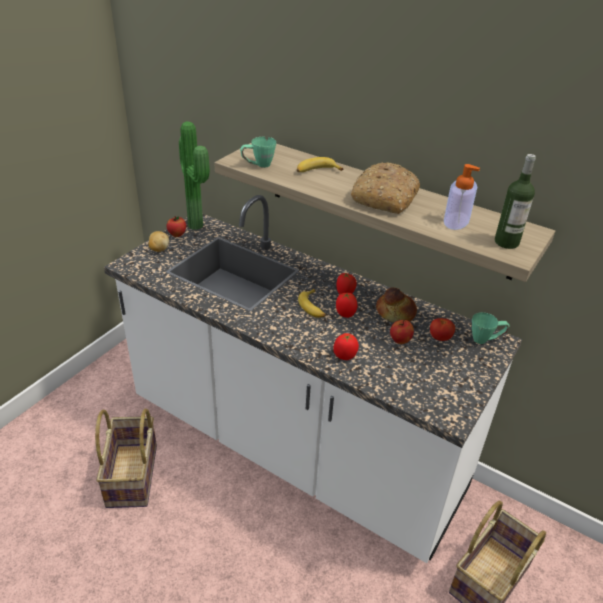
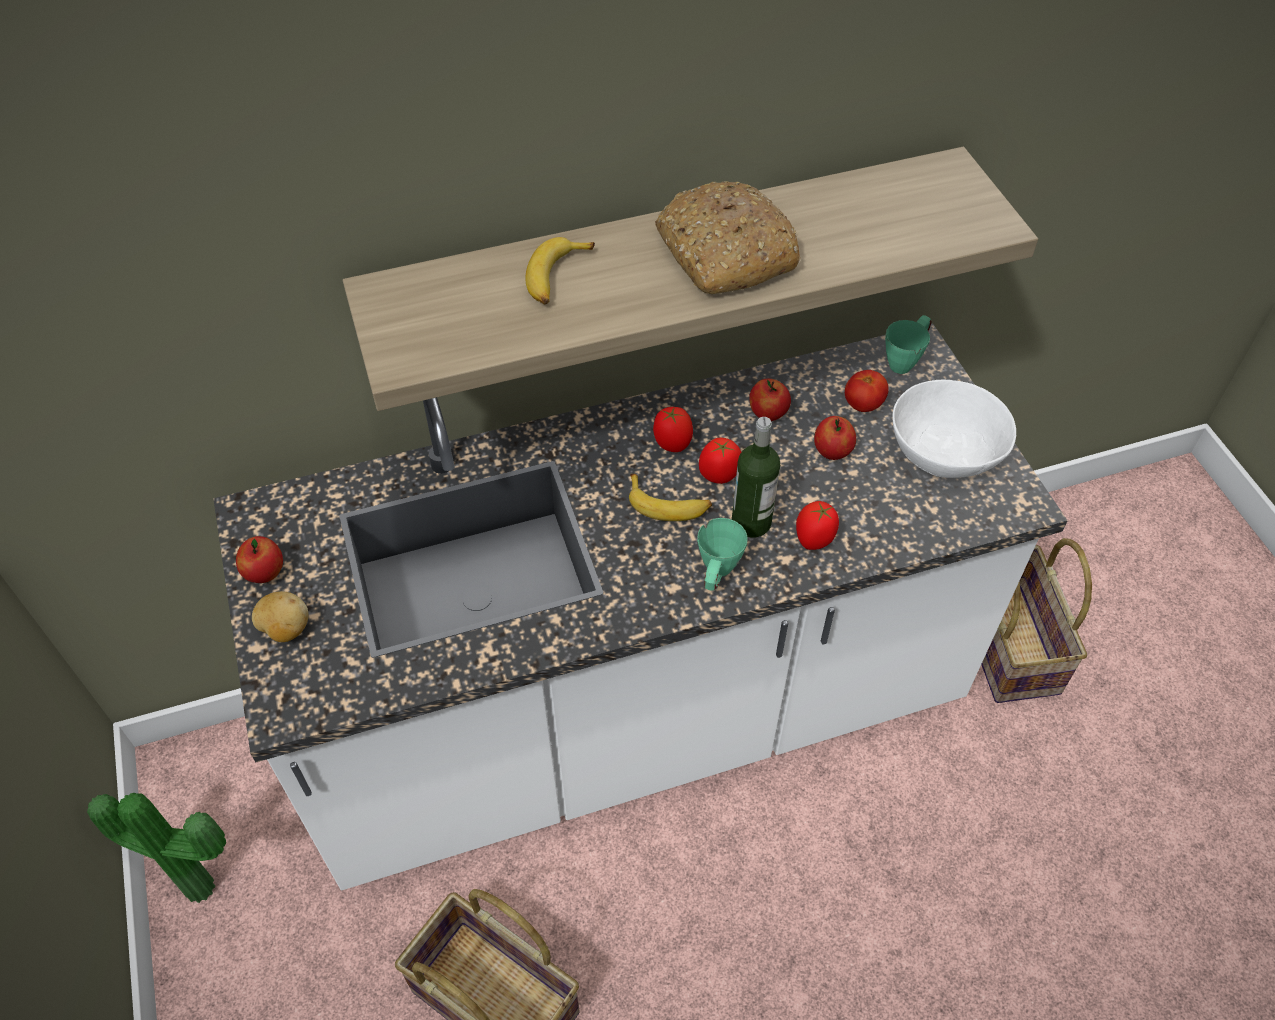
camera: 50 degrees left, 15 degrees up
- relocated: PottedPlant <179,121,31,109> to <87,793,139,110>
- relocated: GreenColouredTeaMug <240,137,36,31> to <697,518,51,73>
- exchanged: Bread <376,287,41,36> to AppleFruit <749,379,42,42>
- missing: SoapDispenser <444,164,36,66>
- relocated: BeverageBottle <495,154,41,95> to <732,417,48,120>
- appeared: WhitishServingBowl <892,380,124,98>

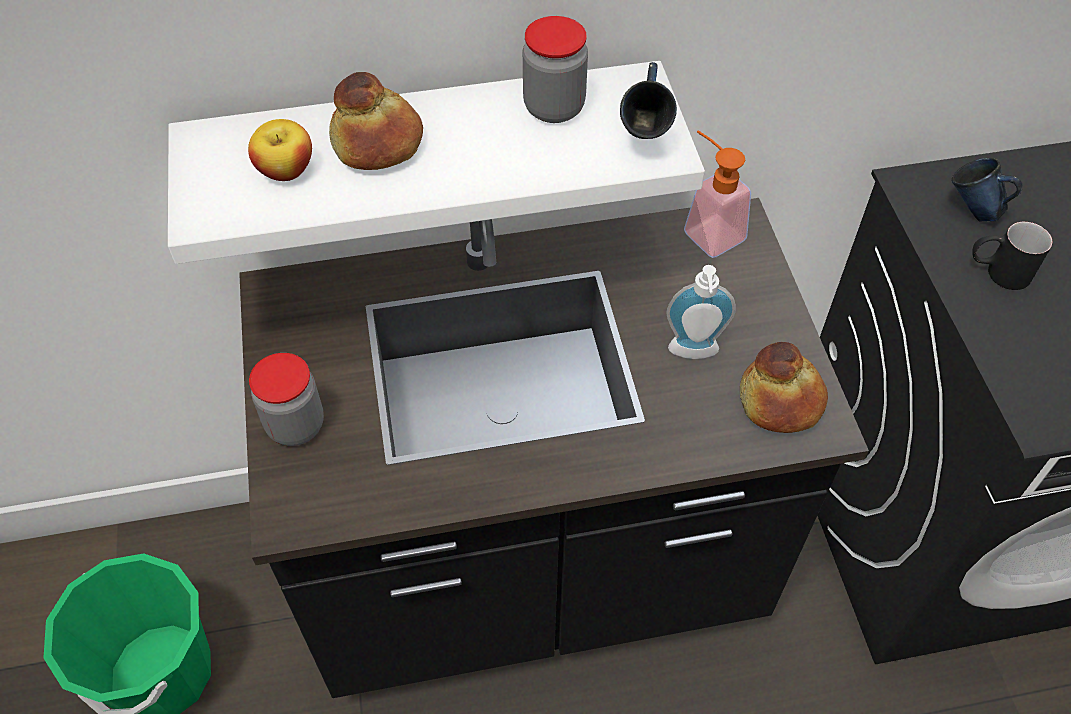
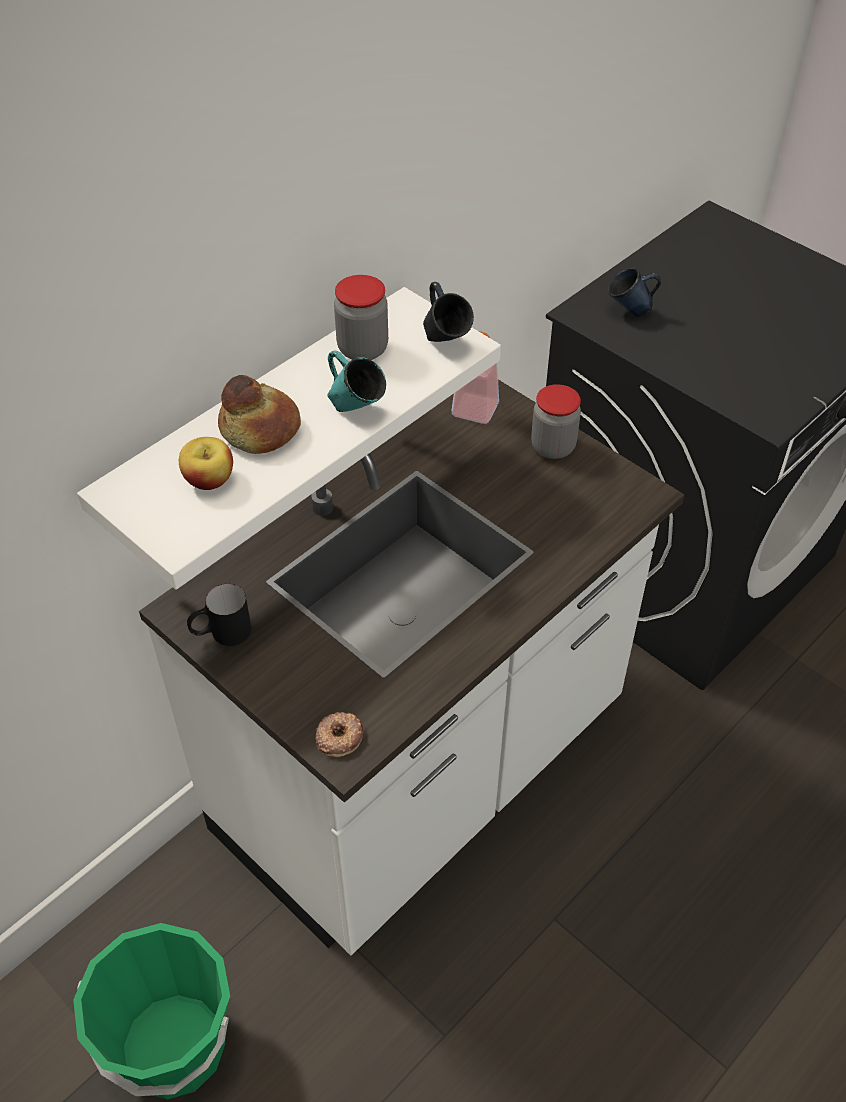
camera: 35 degrees left, 5 degrees down
- colour: BlackColouredKitchenBaseUnit <239,198,630,500> to WhitishKitchenBaseUnit <139,379,545,576>
- relocated: PreserveJar <249,353,75,93> to <531,384,50,75>
- missing: SoapDispenser <666,265,70,94>
- missing: Bread <740,342,88,91>
- relocated: BlackColouredTeaMug <972,221,81,69> to <187,584,64,62>
- appeared: RingDoughnut <315,712,48,45>
- appeared: BlueGreenTeaMug <327,351,59,61>

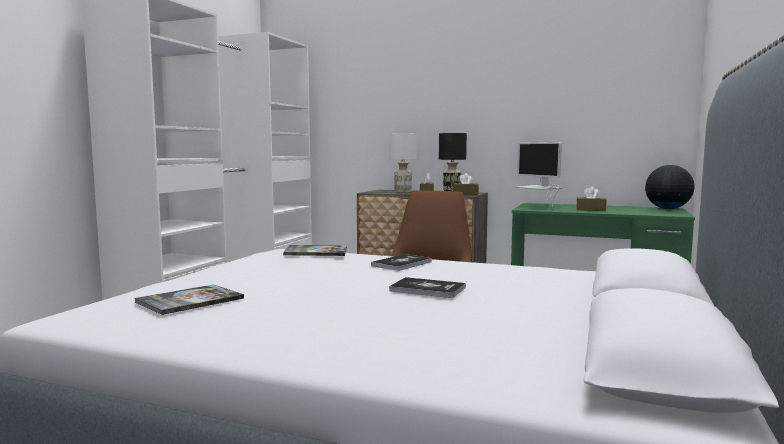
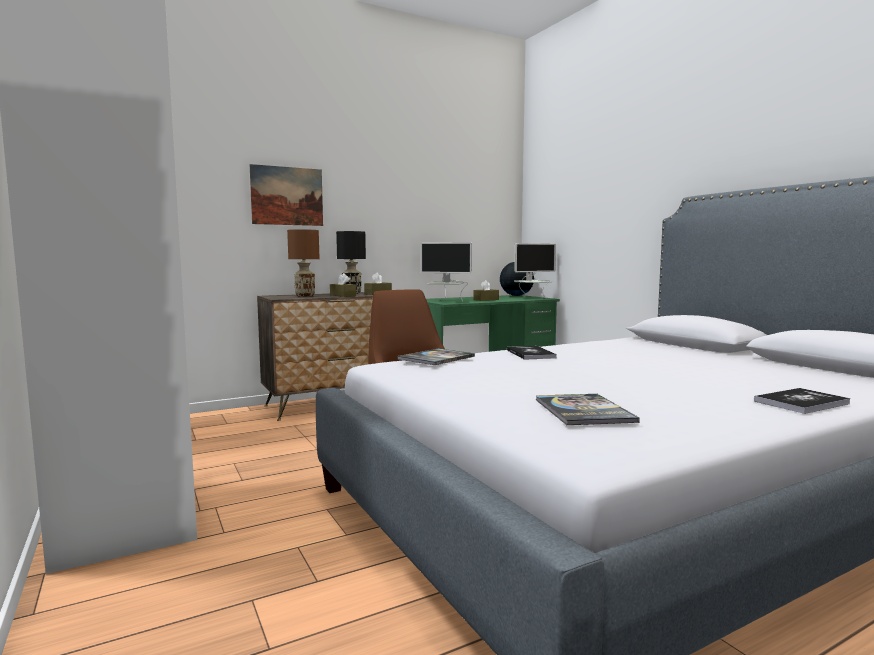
camera: 50 degrees left, 0 degrees up
- relocated: Volume <389,277,77,21> to <754,388,96,26>
- colour: WhitishTabletopLamp <390,133,27,59> to BrownishTabletopLamp <287,229,32,67>
- appeared: Picture <250,164,73,62>
- appeared: Monitor <514,243,42,55>

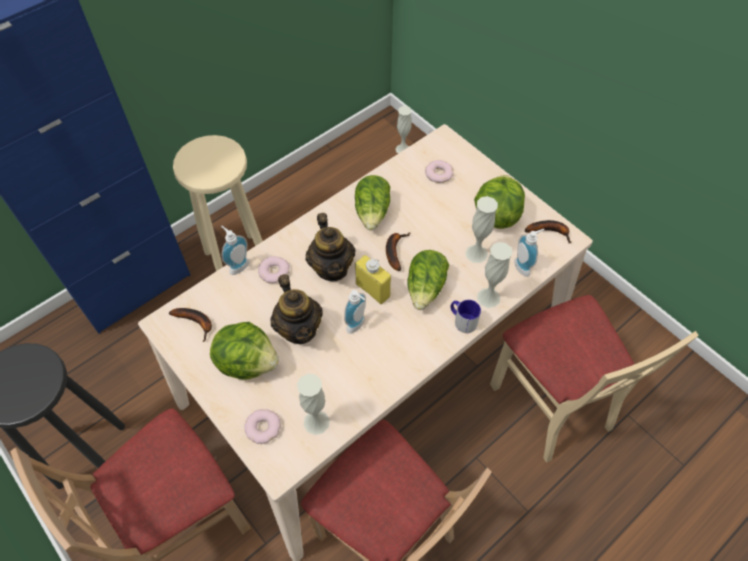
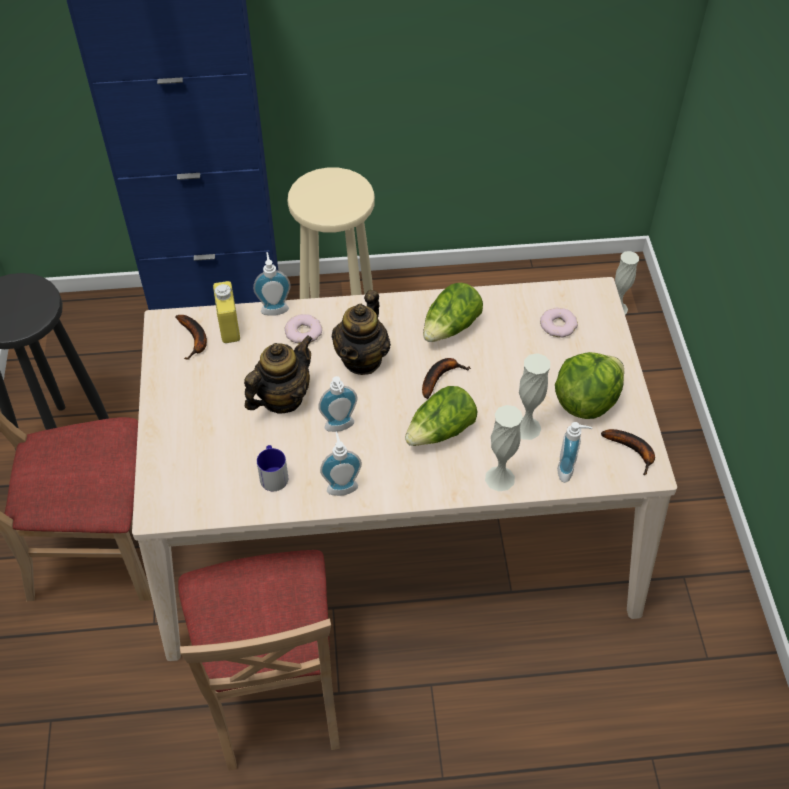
camera: 35 degrees right, 5 degrees down
- missing: HeadOfLettuce <210,322,69,58>
- missing: RingDoughnut <244,409,37,35>
- spun: PotForTea <271,274,52,70> = <244,335,69,79> 150 degrees counterclockwise
- missing: WhitishDecorativeVase <297,374,33,61>
- relocated: YellowishBeverageBottle <355,255,36,49> to <213,281,27,62>
- relocated: TeaMug <450,300,31,33> to <257,445,31,46>
- missing: SandColouredPlainChair <490,295,209,168>
- appeared: SoapDispenser <320,431,42,65>

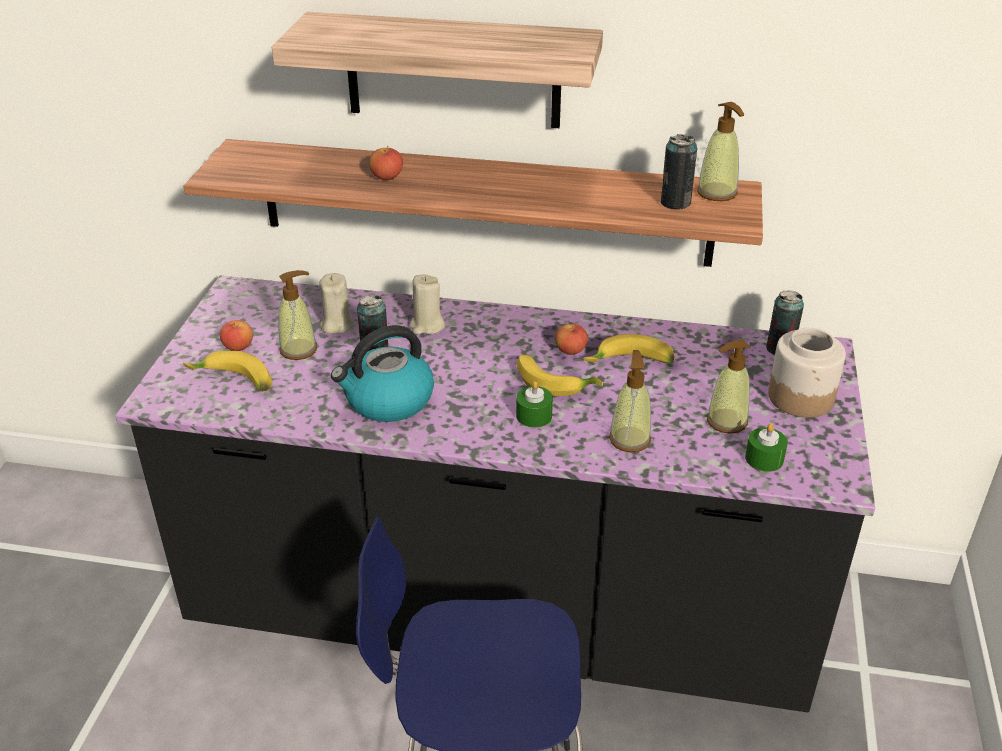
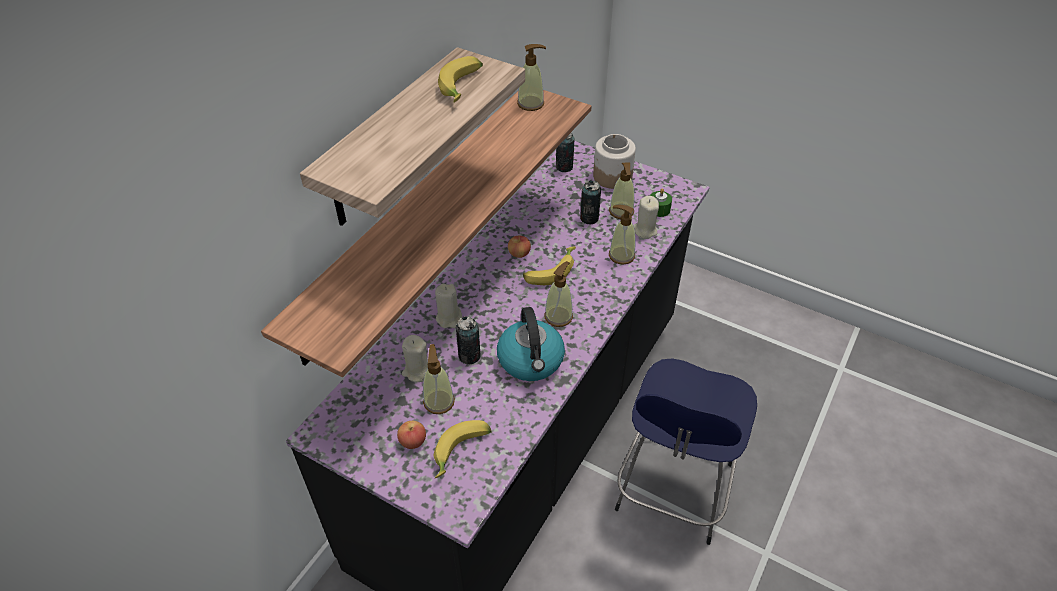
camera: 70 degrees left, 10 degrees up
- missing: AppleFruit <369,146,34,34>
- missing: GreenColouredCandle <516,381,37,47>
- relocated: BananaFruit <583,334,91,30> to <438,56,45,46>
- relocated: Can <661,134,37,76> to <580,180,21,44>
- appeared: SoapDispenser <544,261,29,66>
- appeared: SandColouredCandle <633,196,26,43>

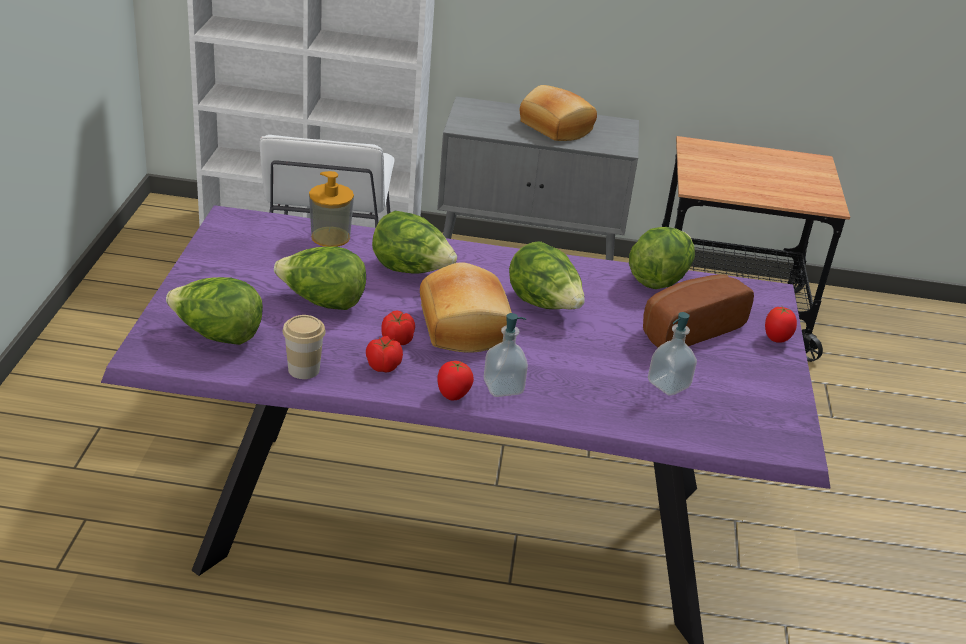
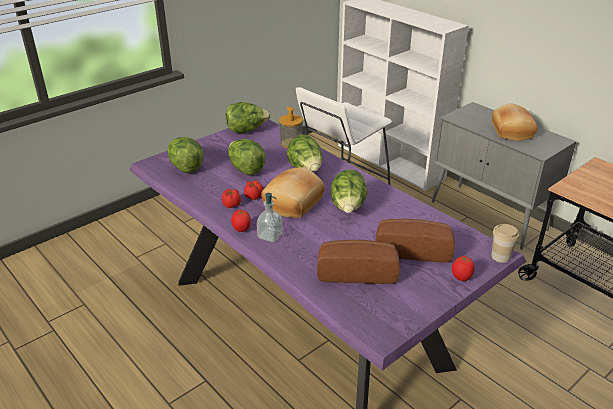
camera: 45 degrees right, 0 degrees up
- relocated: SmallCup <283,315,43,64> to <491,224,28,39>
- relocated: HeadOfLettuce <629,227,66,62> to <226,102,45,31>
- exchanged: SoapDispenser <648,312,49,84> to Bread <317,240,83,44>

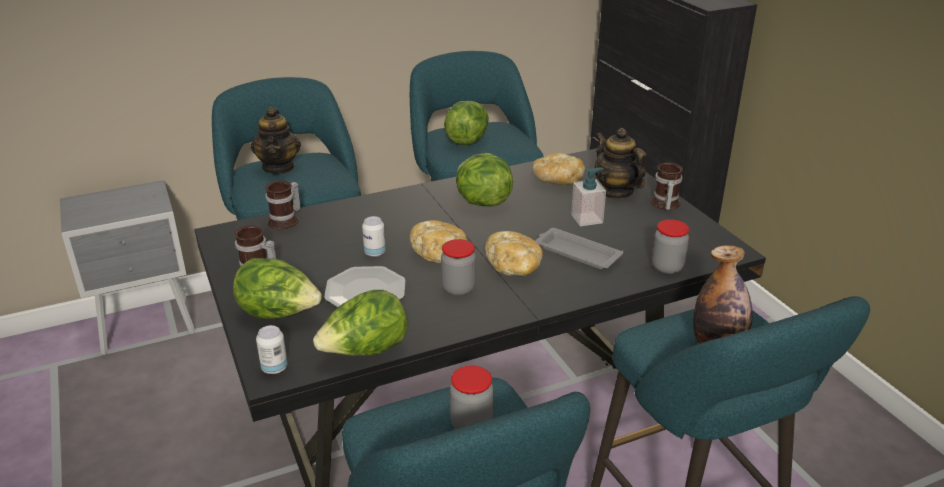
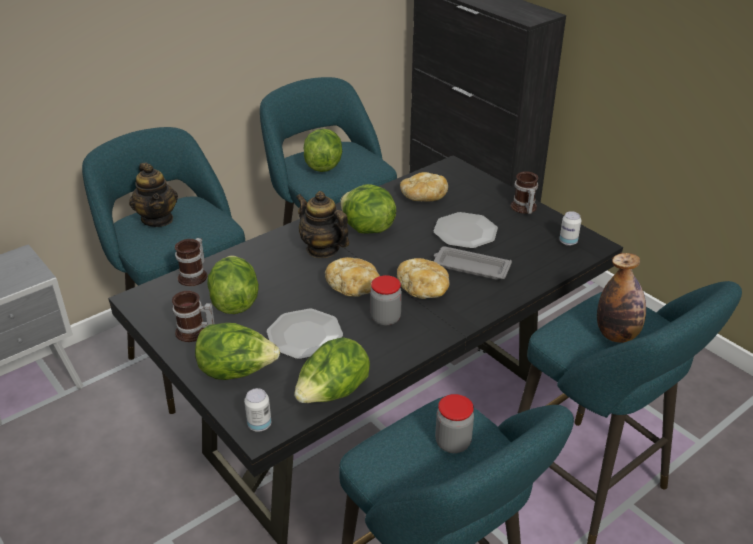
camera: 15 degrees left, 5 degrees up
- relocated: Can <362,216,24,41> to <559,211,22,35>
- exchanged: SoapDispenser <571,168,35,58> to DinnerPlate <433,212,65,37>
- relocated: PotForTea <595,128,52,71> to <296,191,53,67>
- missing: PreserveJar <652,219,37,55>
- appeared: HeadOfLettuce <207,256,52,58>

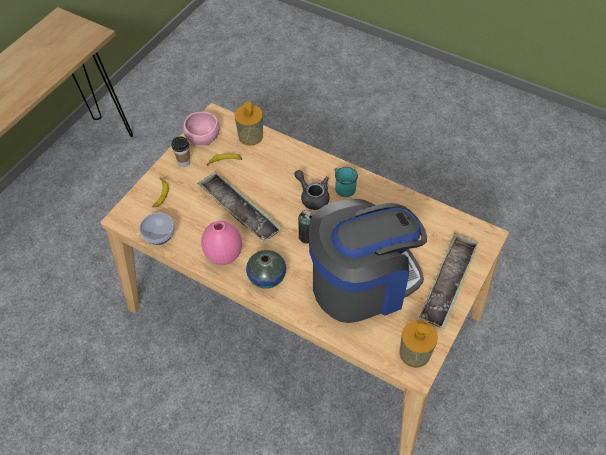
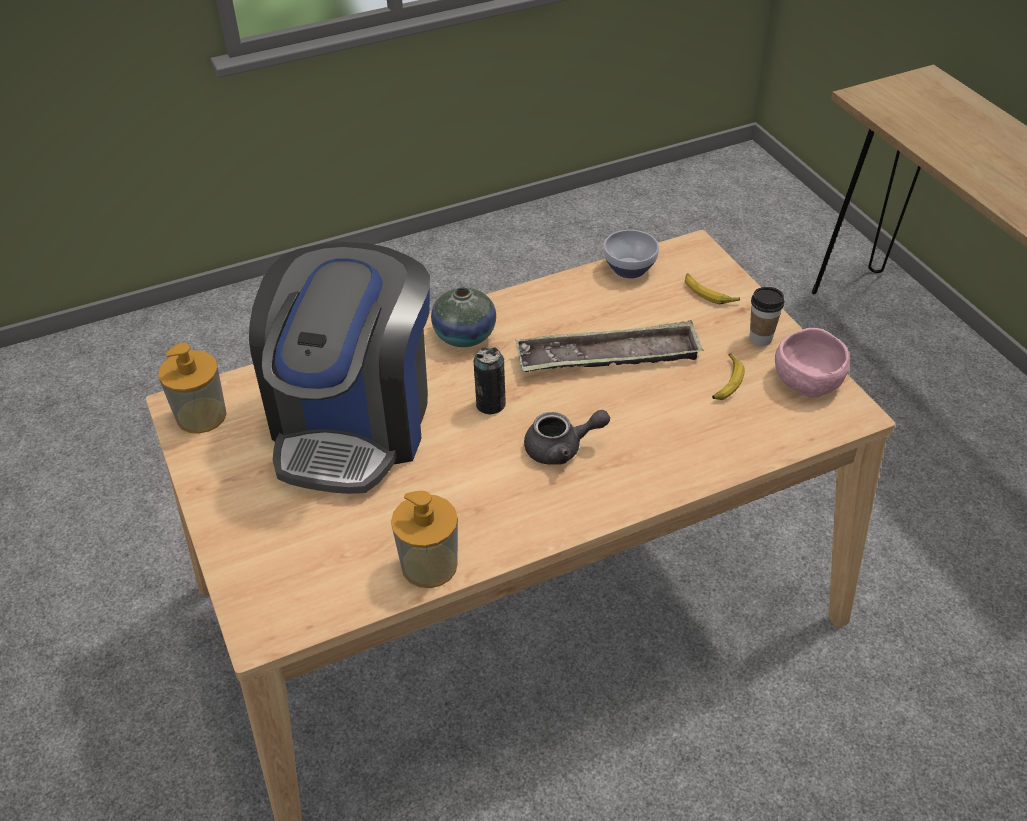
camera: 125 degrees right, 10 degrees down
- missing: PinkDecorativeVase <201,221,41,44>
- relocated: SoapDispenser <235,102,28,44> to <391,491,67,97>
- missing: BlueGreenTeaMug <335,167,23,30>
- missing: ServingTray <419,233,60,96>

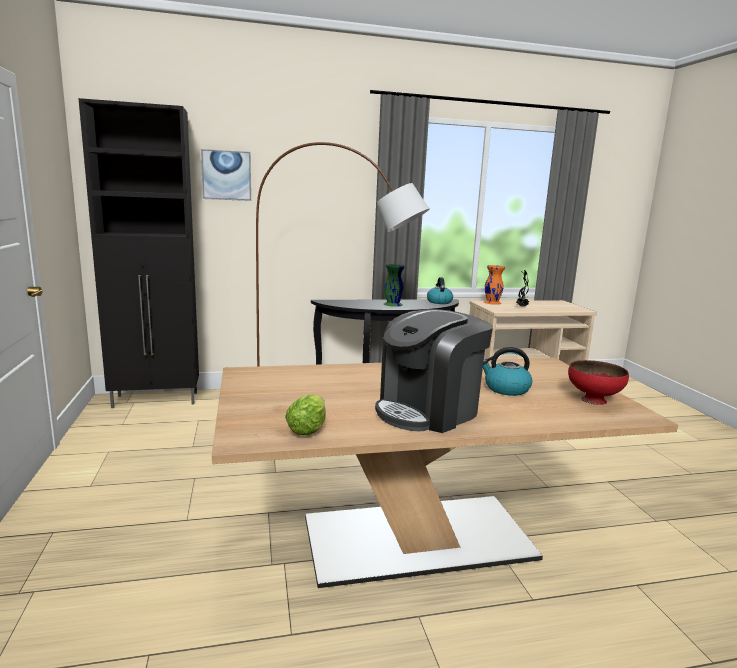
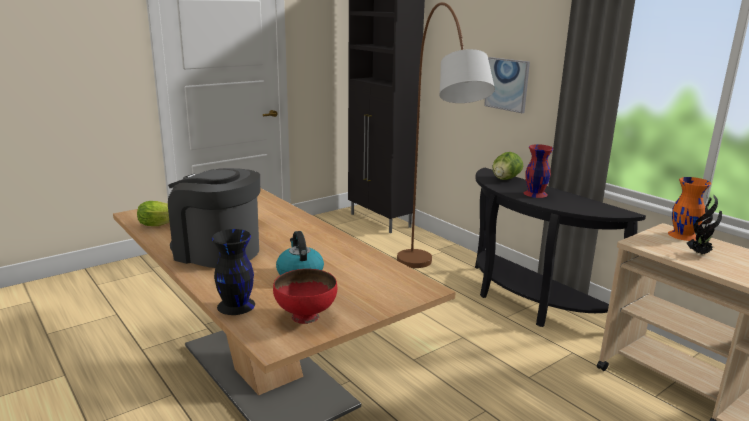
camera: 65 degrees right, 5 degrees up
- relocated: Picture <201,149,50,52> to <484,57,46,56>
- colour: GreenColouredDecorativeVase <384,264,21,43> to ReddishDecorativeVase <524,144,29,54>
- missing: TeaKettle <427,277,26,27>
- appeared: BlackColouredDecorativeVase <212,229,43,86>
- appeared: HeadOfLettuce <492,152,31,28>

